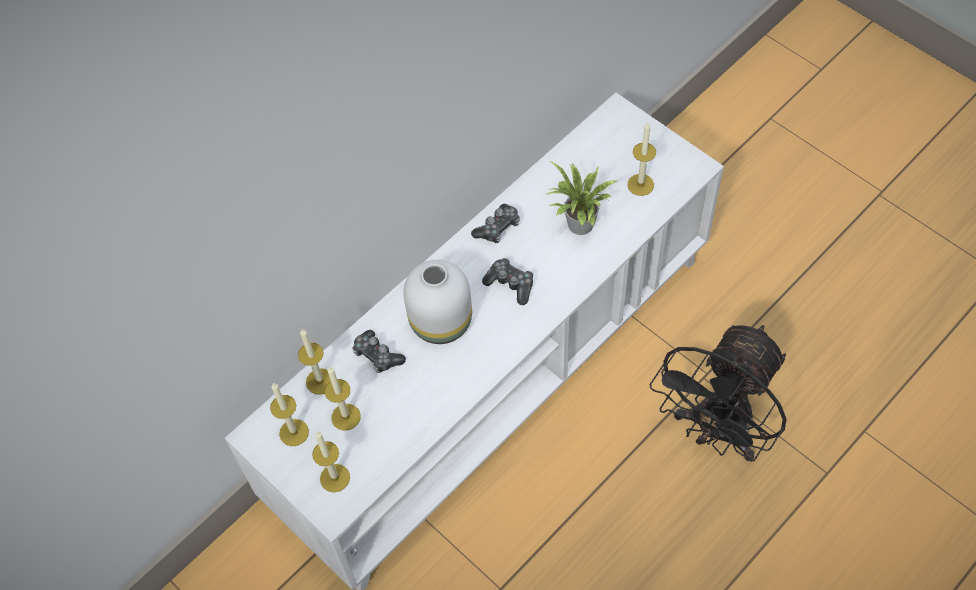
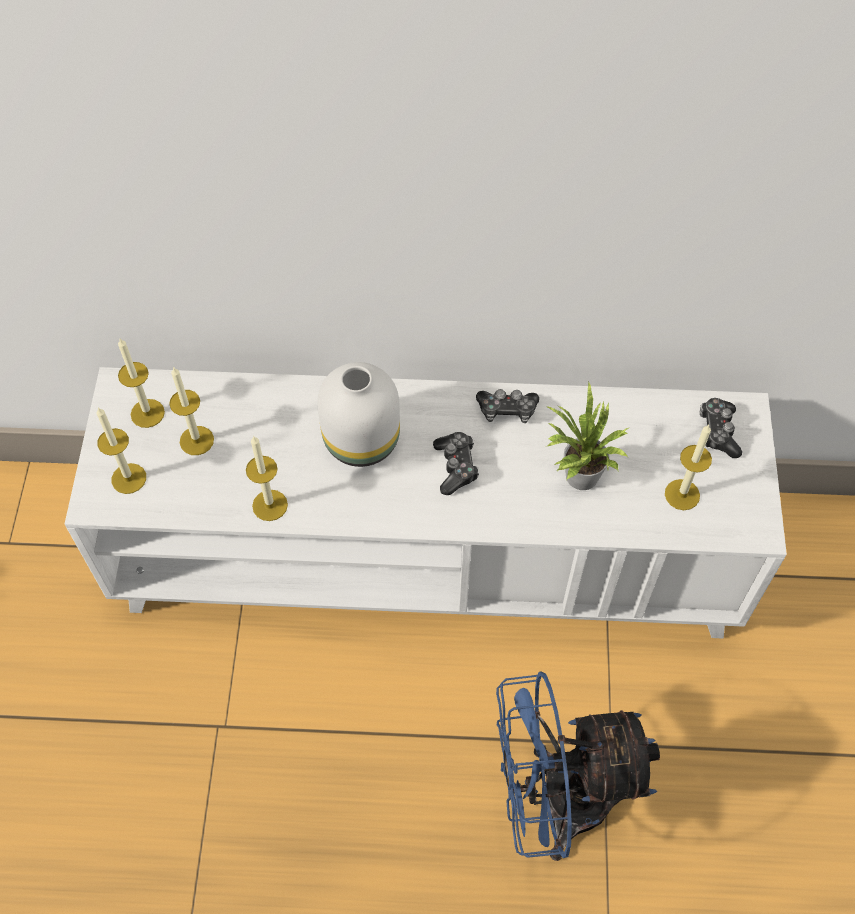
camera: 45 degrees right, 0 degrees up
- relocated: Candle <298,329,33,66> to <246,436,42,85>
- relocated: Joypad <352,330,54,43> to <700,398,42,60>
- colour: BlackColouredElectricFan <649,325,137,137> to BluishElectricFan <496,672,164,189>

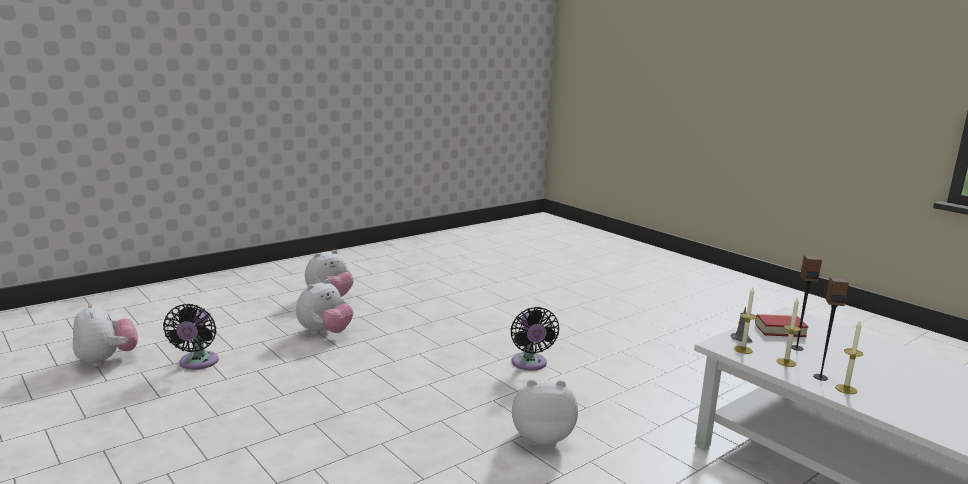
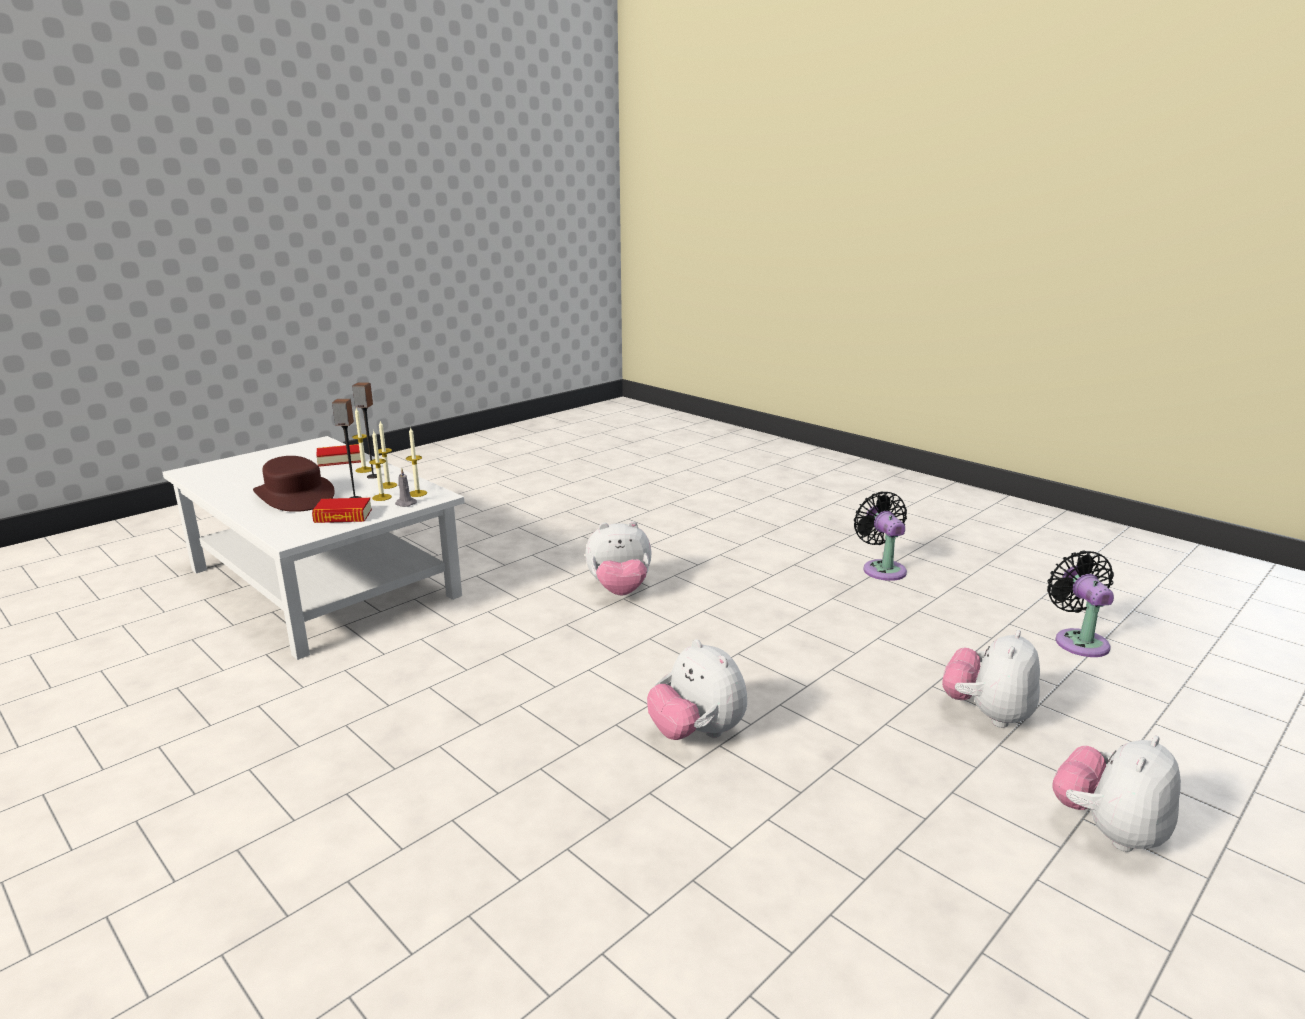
camera: 175 degrees right, 5 degrees up
- relocated: PlushToy <73,303,65,64> to <647,639,100,101>
- relocated: BlackColouredElectricFan <511,307,48,64> to <854,492,53,89>
- appeared: BrownishClothingHat <253,456,82,56>
- appeared: Volume <316,444,45,23>
- appeared: Candle <369,431,23,70>

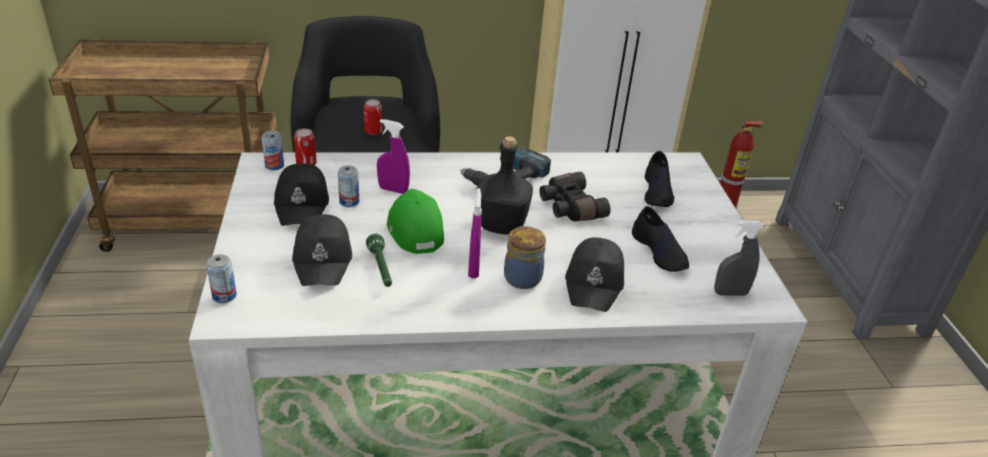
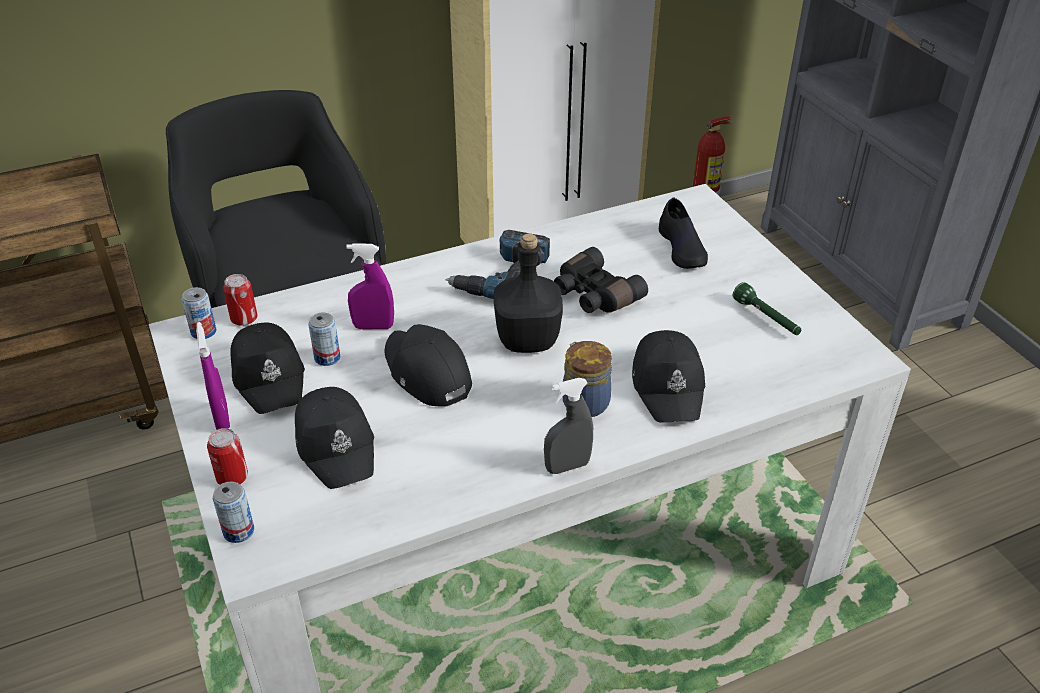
camera: 15 degrees left, 5 degrees up
- relocated: Can <364,99,18,36> to <207,428,41,57>
- relocated: GreenColouredFlashlight <366,233,26,54> to <733,282,68,53>
- colour: GreenColouredBaseballCap <387,189,57,65> to BlackColouredBaseballCap <384,324,88,82>
- relocated: PurpleColouredSprayer <468,188,14,90> to <196,322,34,108>
- missing: BlackColouredItemOfFootwear <632,206,57,66>
- relocated: GreySprayer <714,221,50,75> to <544,378,49,96>

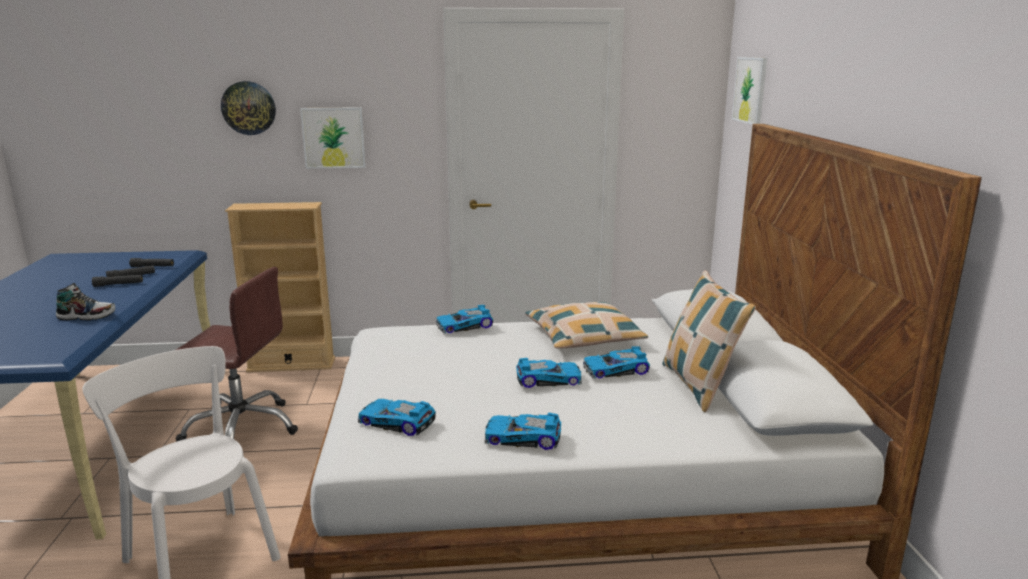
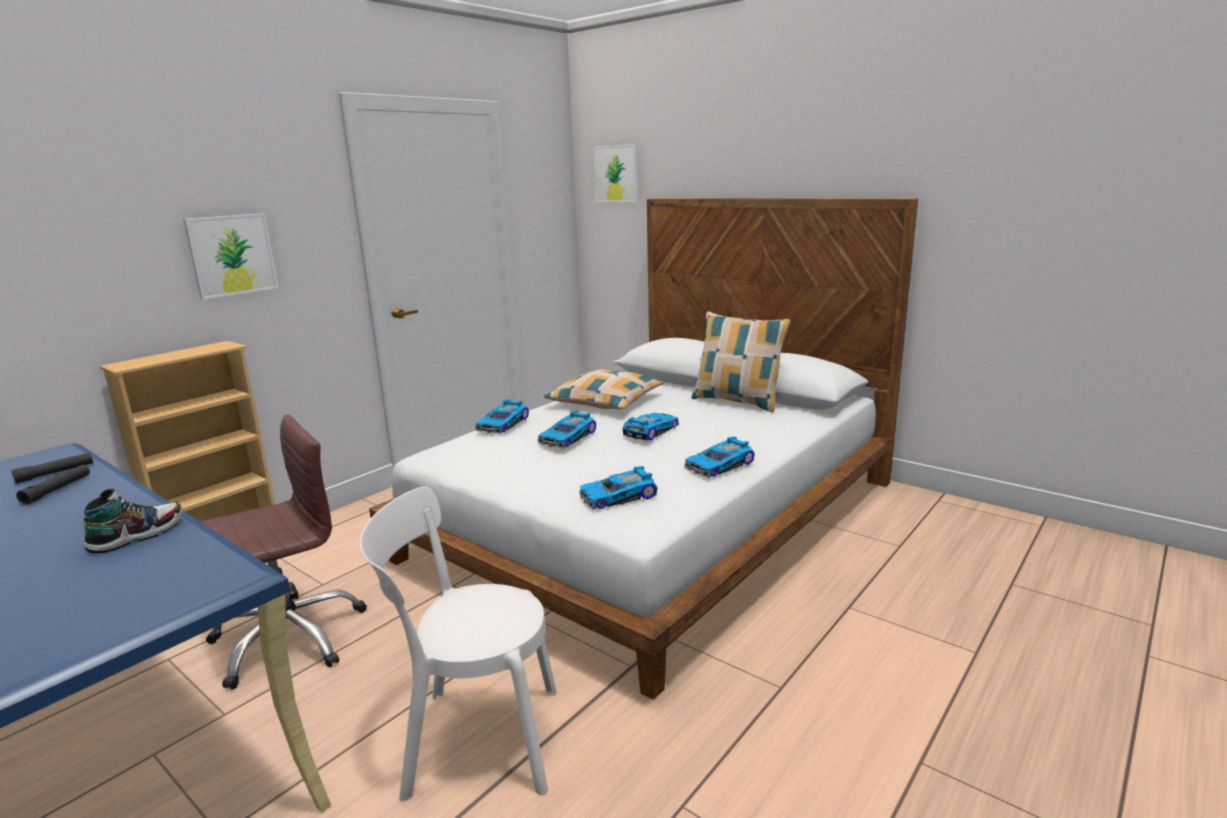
camera: 45 degrees left, 0 degrees up
- missing: BlackColouredFlashlight <92,275,51,12>
- missing: HangingClock <221,81,55,54>
- relocated: ModelCar <583,346,67,33> to <538,411,58,38>

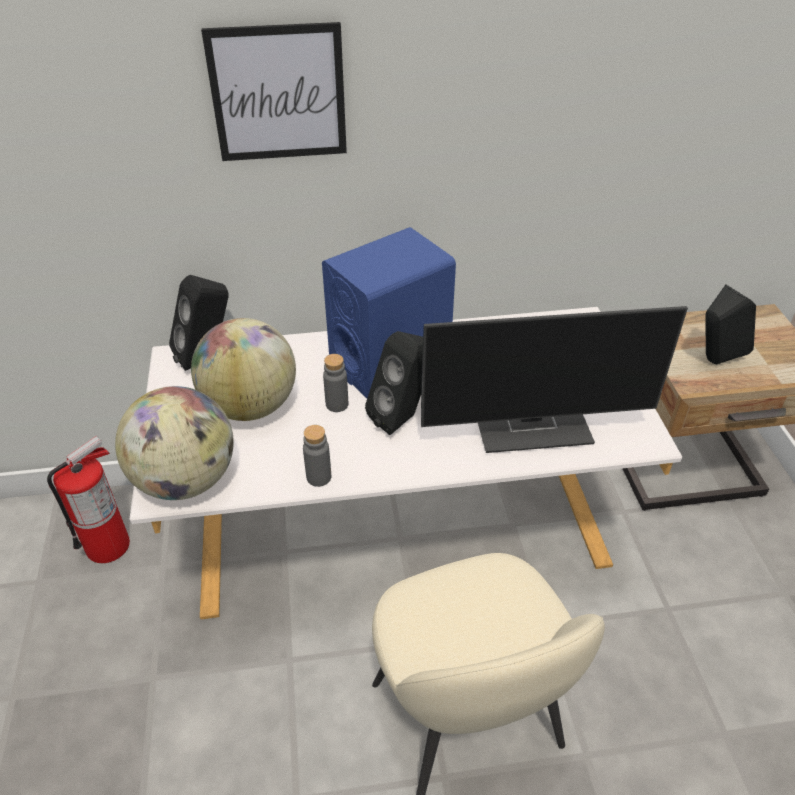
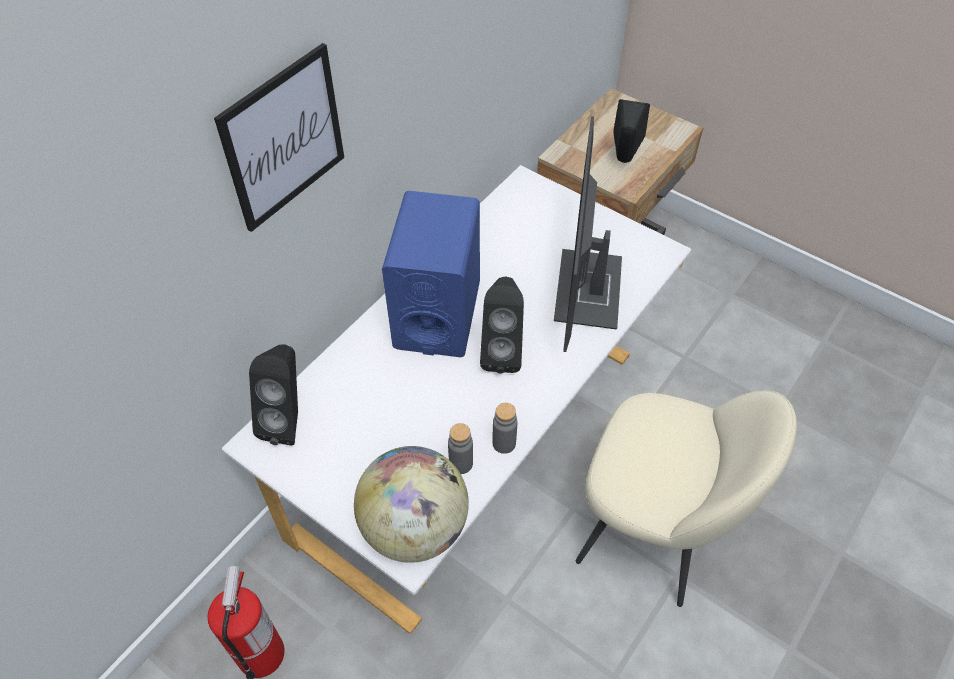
camera: 45 degrees left, 10 degrees up
- missing: WorldGlobe <191,318,105,103>
- relocated: GreyBeverageBottle <323,354,25,58> to <448,423,25,51>
- spun: Monitor <421,306,267,147> = <554,116,68,236> 150 degrees clockwise

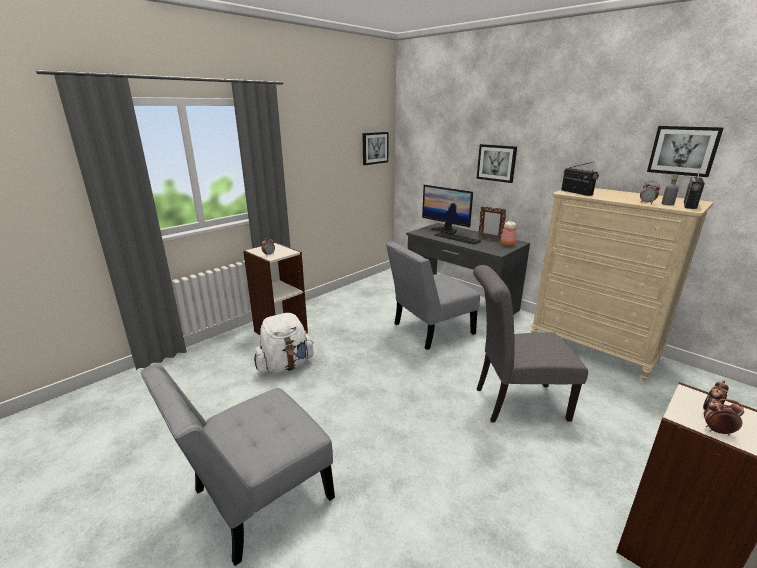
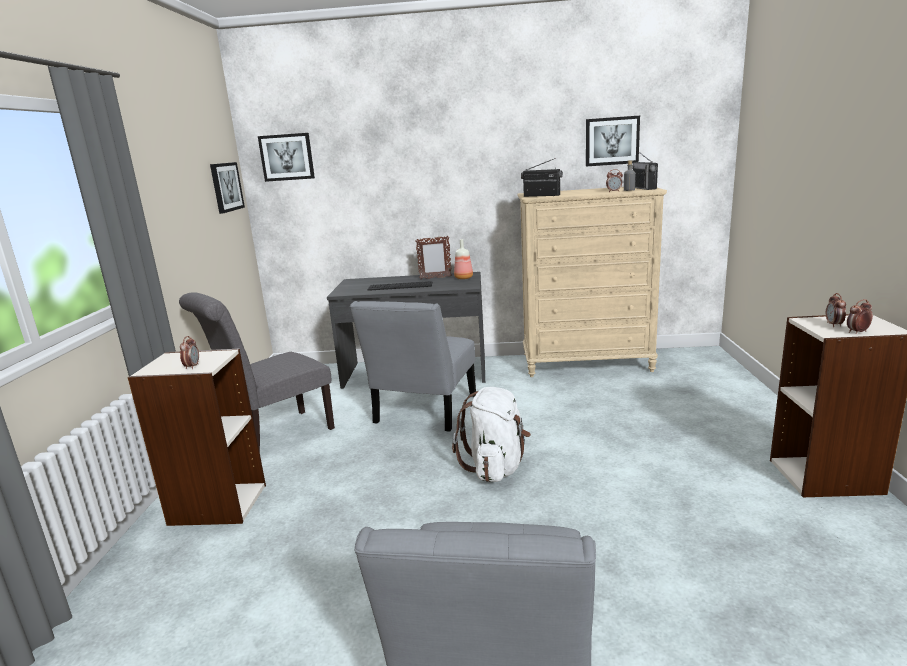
camera: 40 degrees left, 5 degrees down
- relocated: WhitishBackpack <254,313,60,61> to <452,387,79,95>
- missing: Monitor <422,185,51,49>
- relocated: GreyPlainChair <473,265,115,158> to <179,292,156,160>
- relocated: Picture <477,144,40,39> to <258,133,57,49>

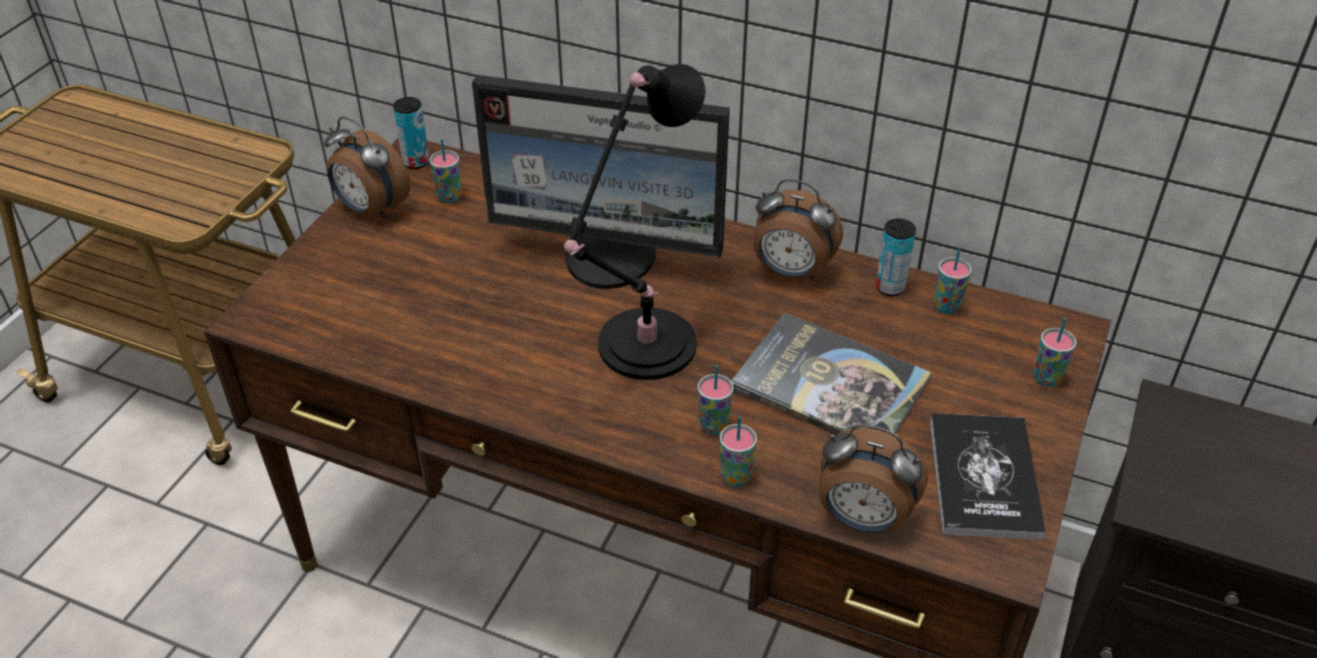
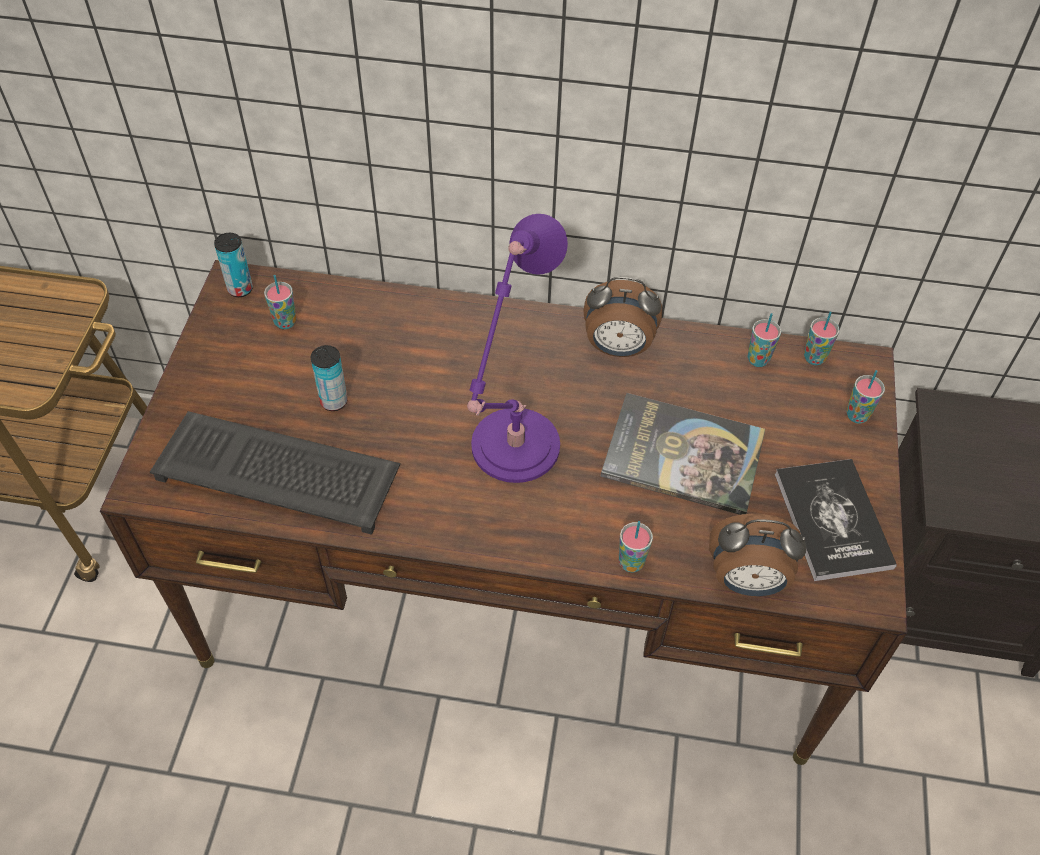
camera: 15 degrees left, 10 degrees up
- missing: BedsideClock <324,116,86,103>
- missing: Monitor <472,75,258,214>
- colour: BlackColouredTabletopLamp <564,64,141,316> to PurpleColouredTabletopLamp <467,214,101,269>
- relocated: SmallCup <698,365,36,70> to <804,311,35,54>
- relocated: Can <876,218,40,78> to <311,345,37,66>
- appeared: PcKeyboard <150,411,250,124>

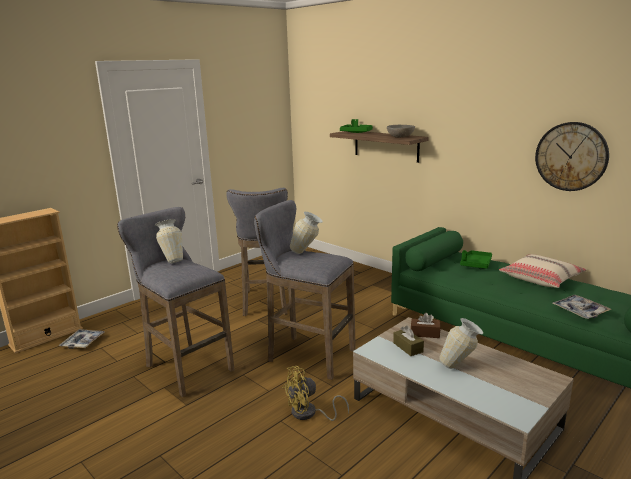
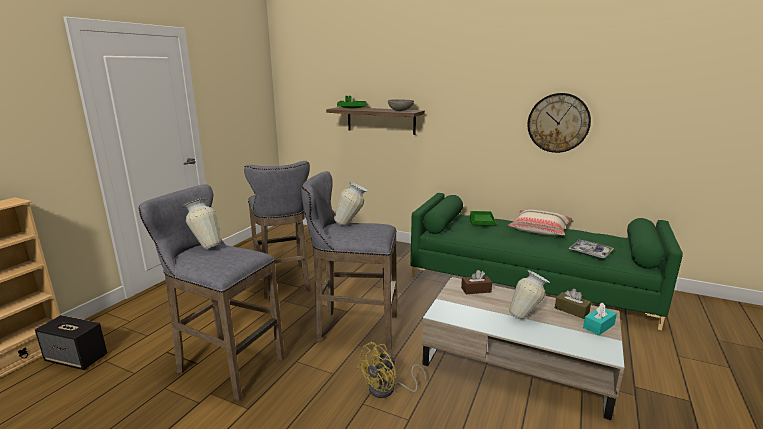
camera: 20 degrees left, 0 degrees up
- exchanged: ServingTray <59,329,46,20> to AudioSpeaker <35,315,72,55>
- relocated: BrownishTissueHolder <393,325,31,31> to <555,289,36,30>
- appeared: BlueGreenTissueHolder <583,303,34,32>

